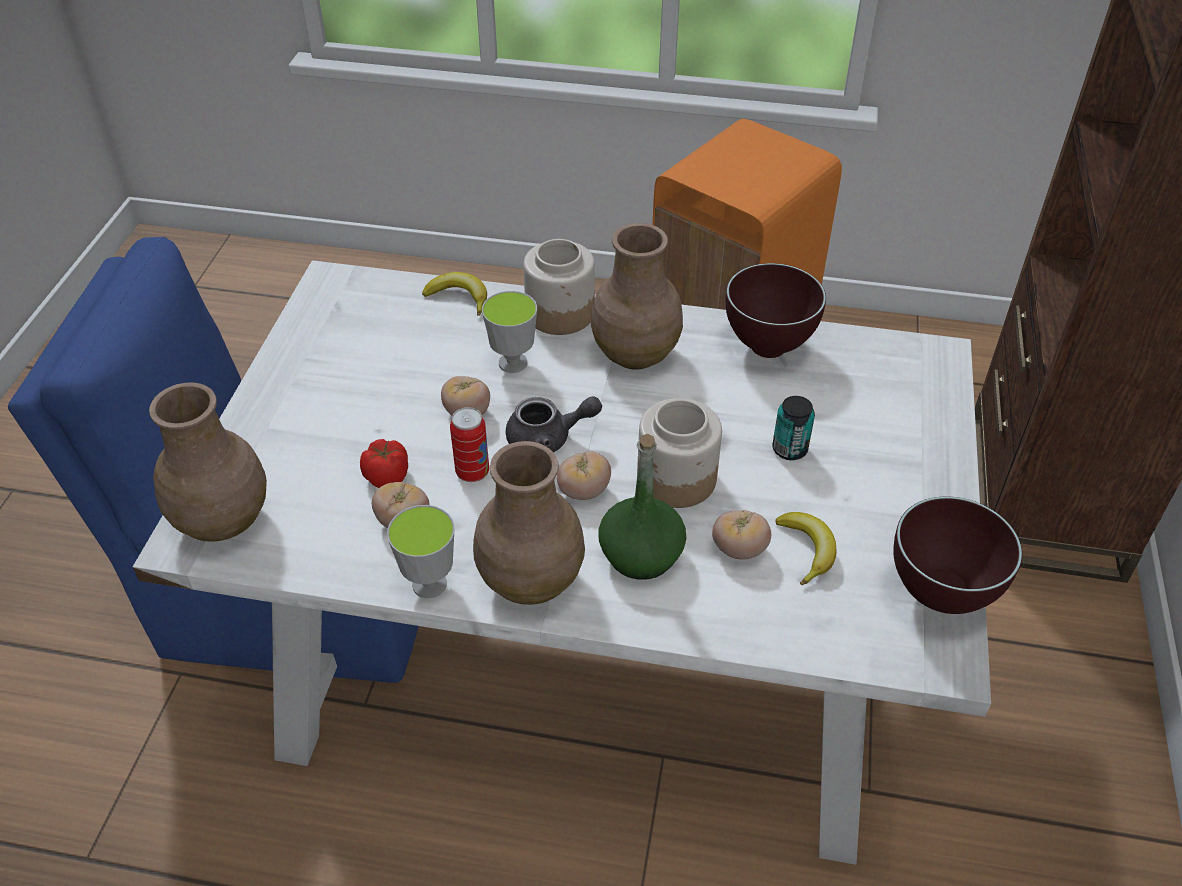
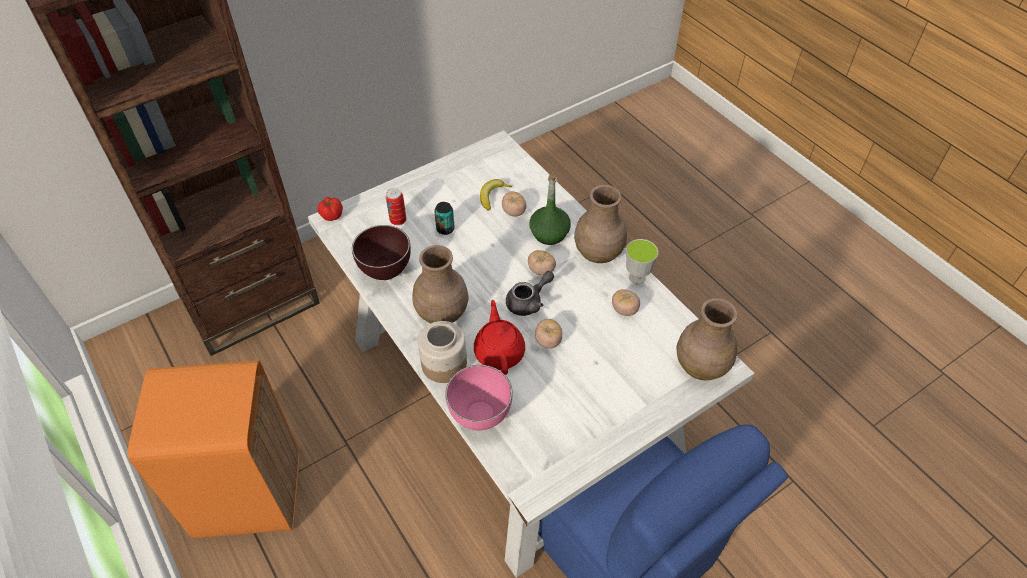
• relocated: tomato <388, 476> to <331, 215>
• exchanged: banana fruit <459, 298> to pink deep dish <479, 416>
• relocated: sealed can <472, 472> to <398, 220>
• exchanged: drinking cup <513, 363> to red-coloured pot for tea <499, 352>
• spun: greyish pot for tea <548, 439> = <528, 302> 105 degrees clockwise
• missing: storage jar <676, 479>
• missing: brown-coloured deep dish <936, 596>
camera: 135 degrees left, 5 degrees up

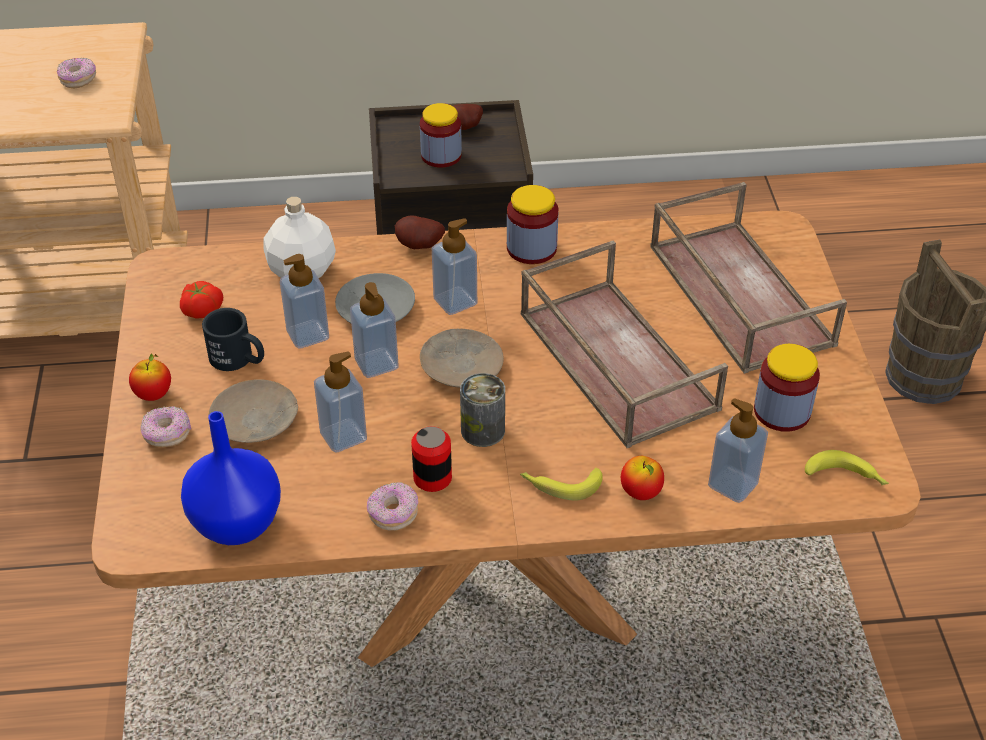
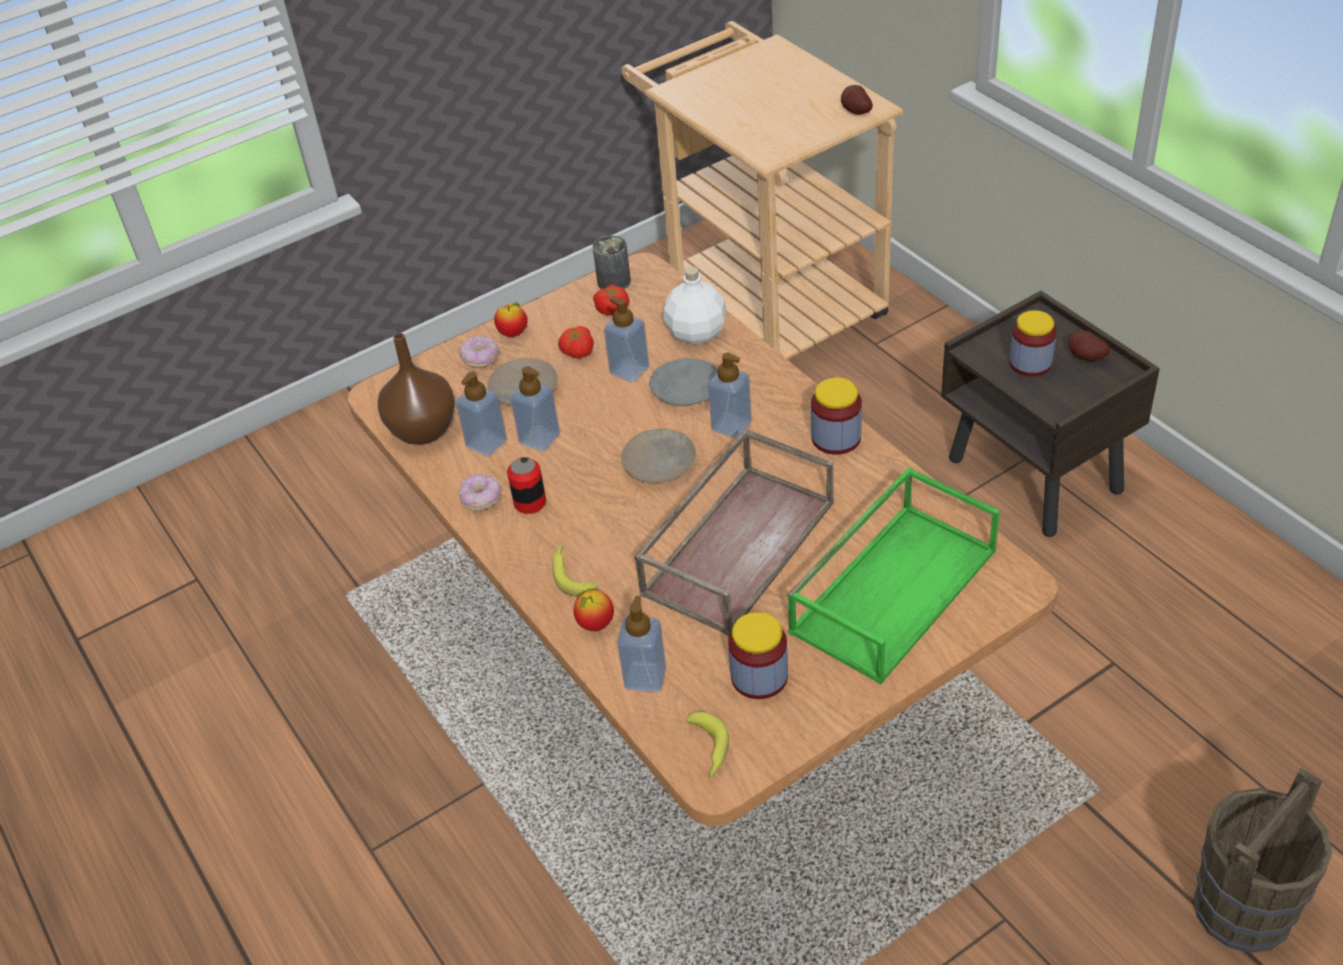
• missing: ring doughnut <78, 80>
• colour: bluish vase <239, 523> to brown-coloured vase <424, 431>
• exchanged: black tea mug <238, 359> to tomato <577, 352>
• relocated: liquid soap bottle <376, 363> to <486, 443>
• relocated: whole potato <419, 247> to <854, 112>
• relocated: sealed can <483, 430> to <614, 282>
• colour: brown-coloured carrying tray <737, 294> to green carrying tray <893, 588>
camera: 65 degrees right, 0 degrees up

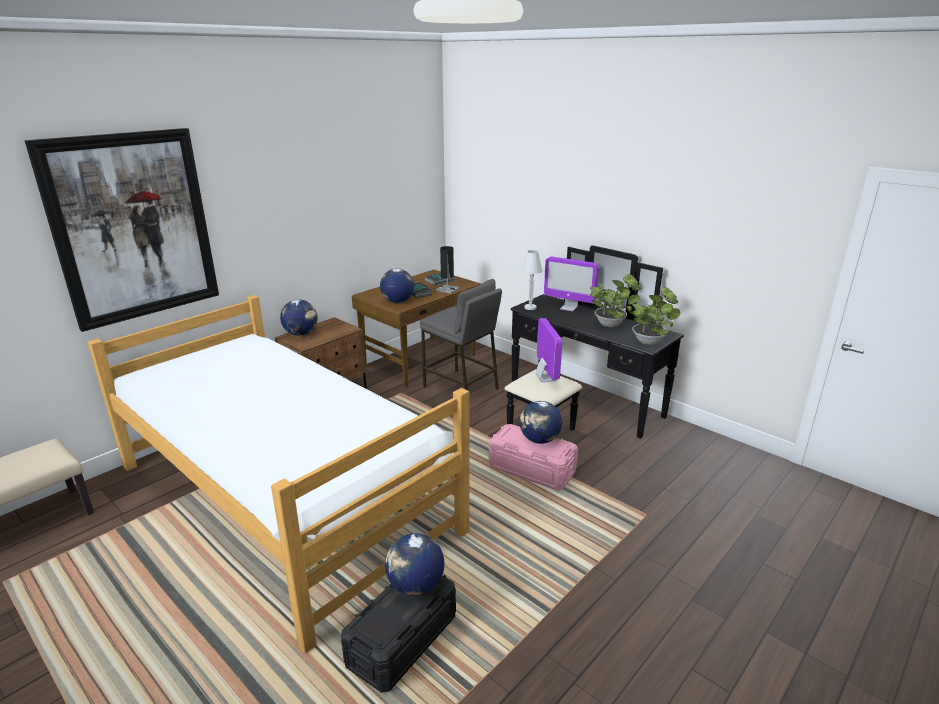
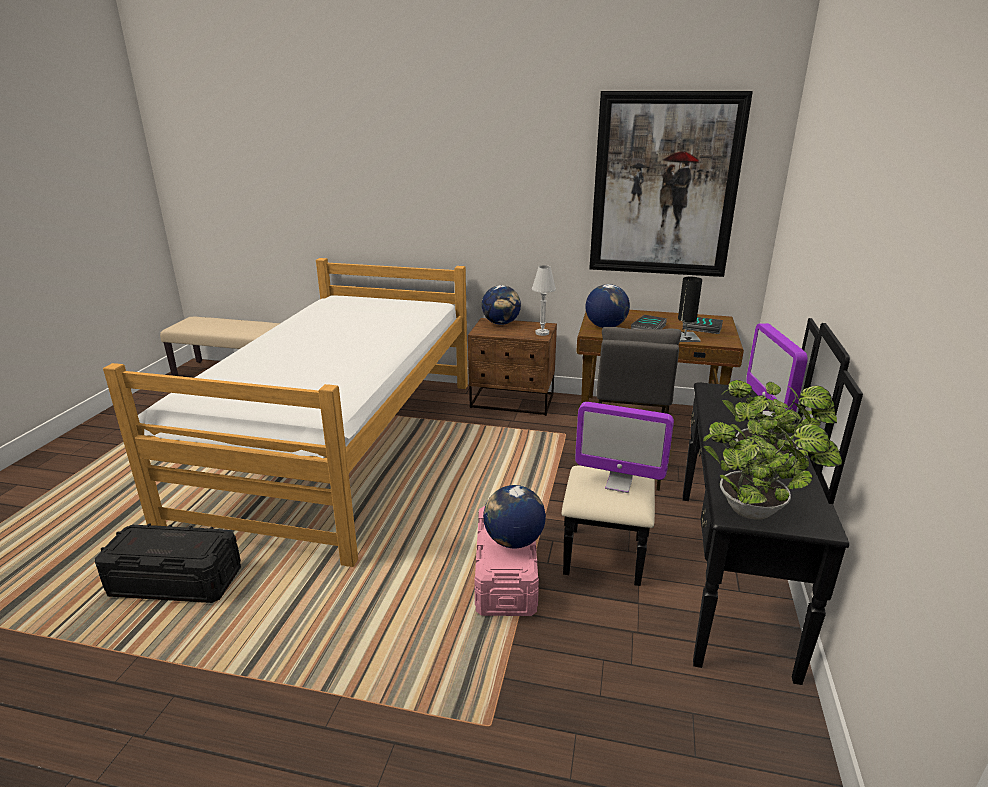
• relocated: picture <133, 227> to <664, 186>
• missing: world globe <415, 586>
• relocated: whitish table lamp <530, 307> to <542, 333>
• spun: monitor <545, 378> = <618, 484> 60 degrees clockwise
camera: 60 degrees right, 0 degrees up

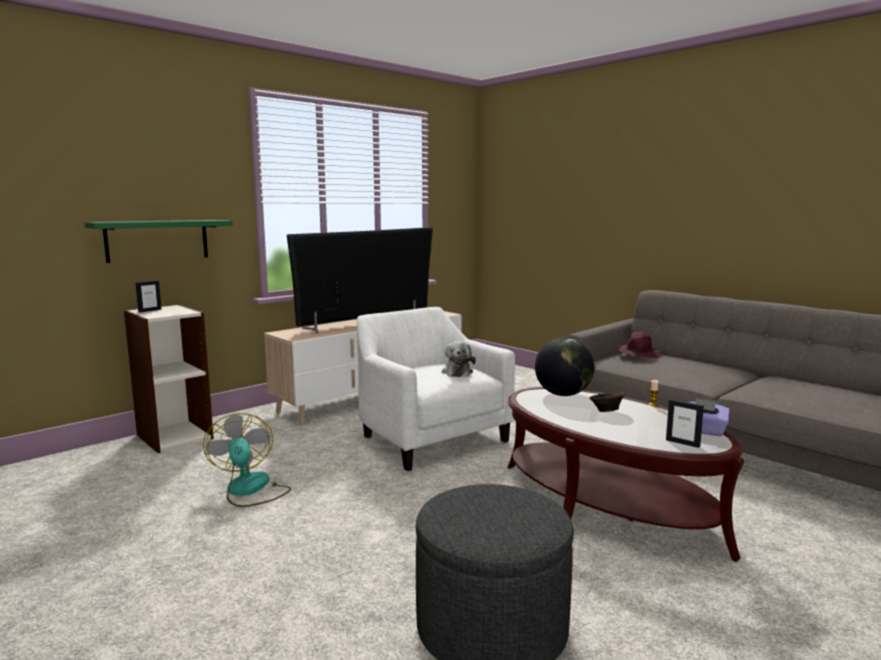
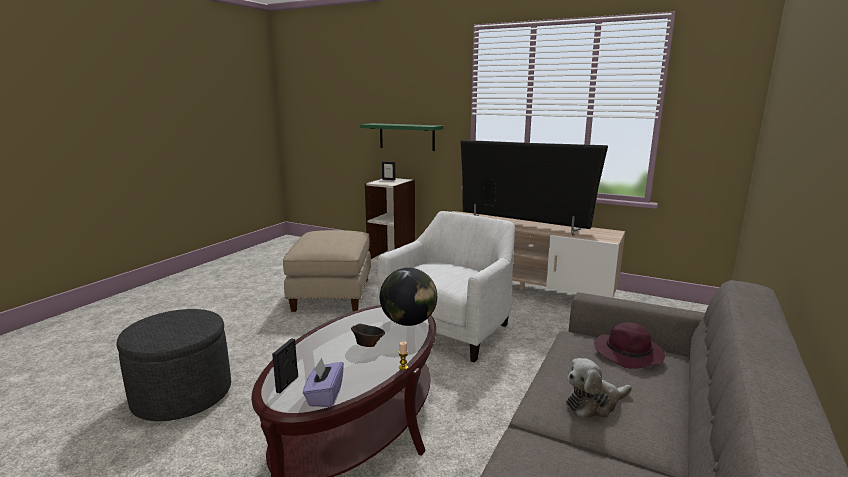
• exchanged: fan <250, 490> to beige ottoman <331, 294>
• relocated: soft toy <457, 372> to <594, 403>
camera: 70 degrees right, 5 degrees up

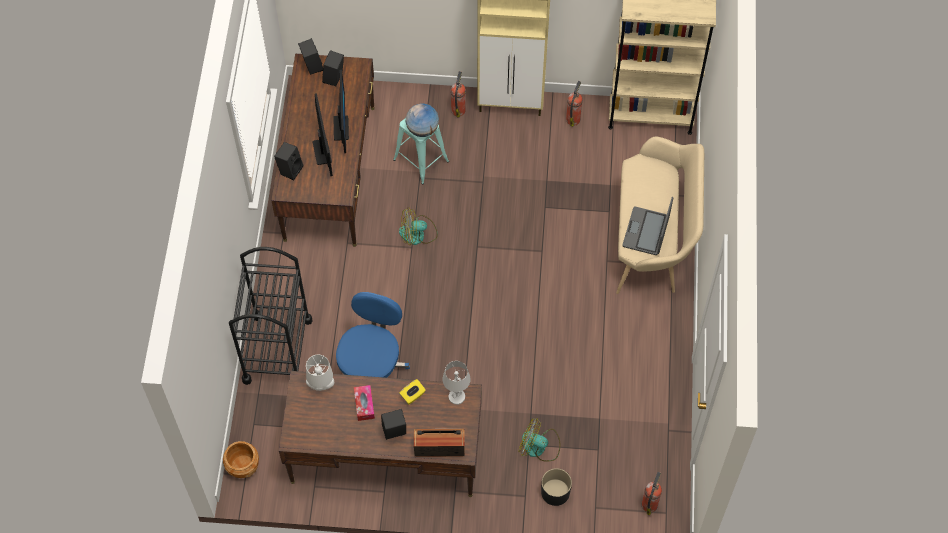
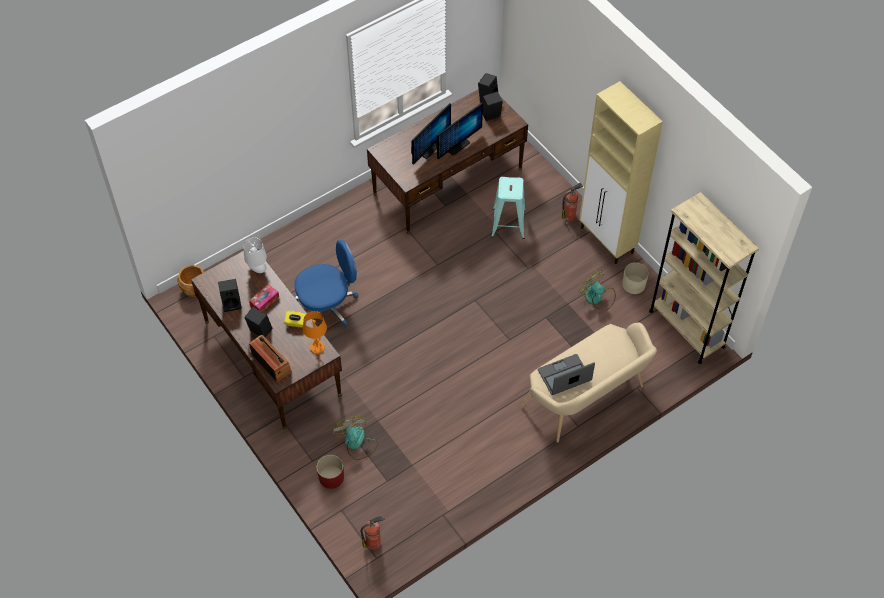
• missing: black cart <277, 350>
• relocated: black audio speaker <290, 169> to <232, 303>
• relocated: fan <418, 234> to <597, 297>
• missing: world globe <422, 129>
• colour: whitish table lamp <456, 396> to orangey table lamp <317, 348>
• colour: black planter <555, 492> to red-coloured planter <331, 477>
• exchanged: fire extinguisher <573, 119> to beige planter <634, 284>
camera: 50 degrees right, 5 degrees down

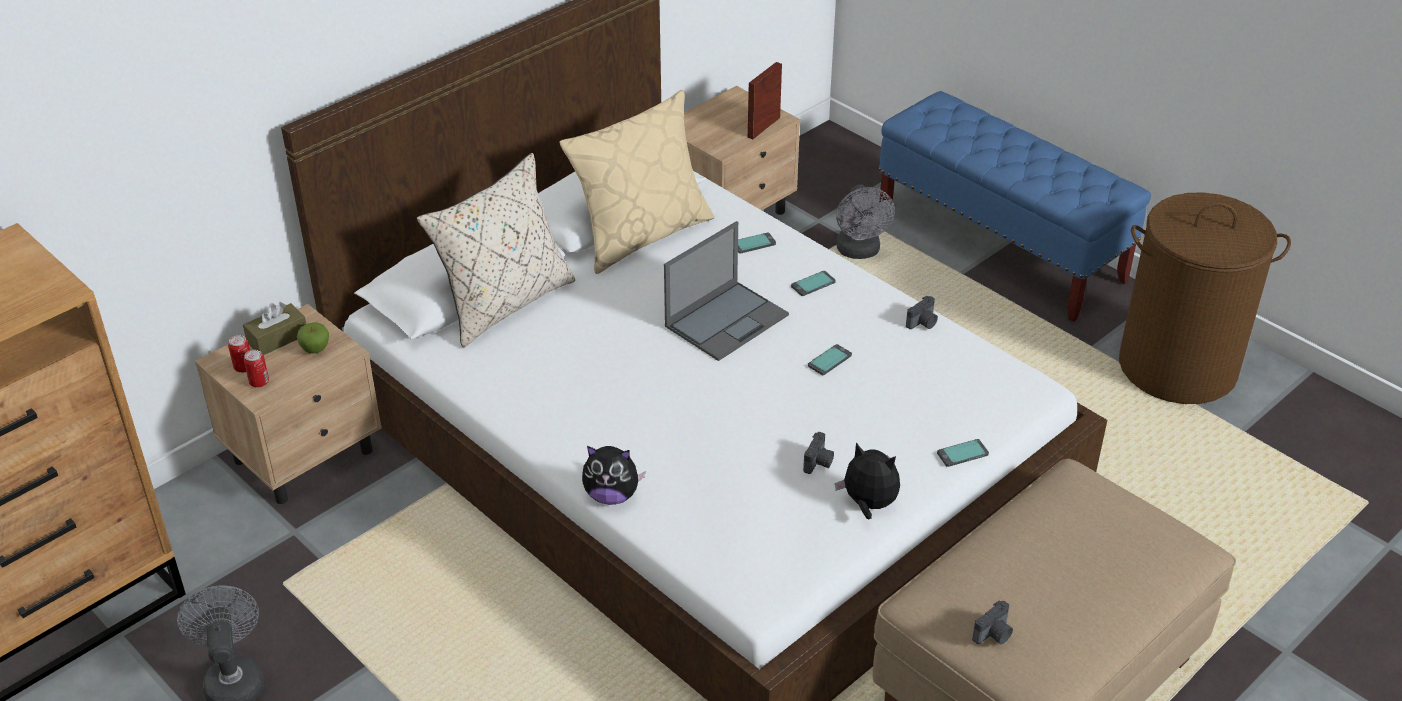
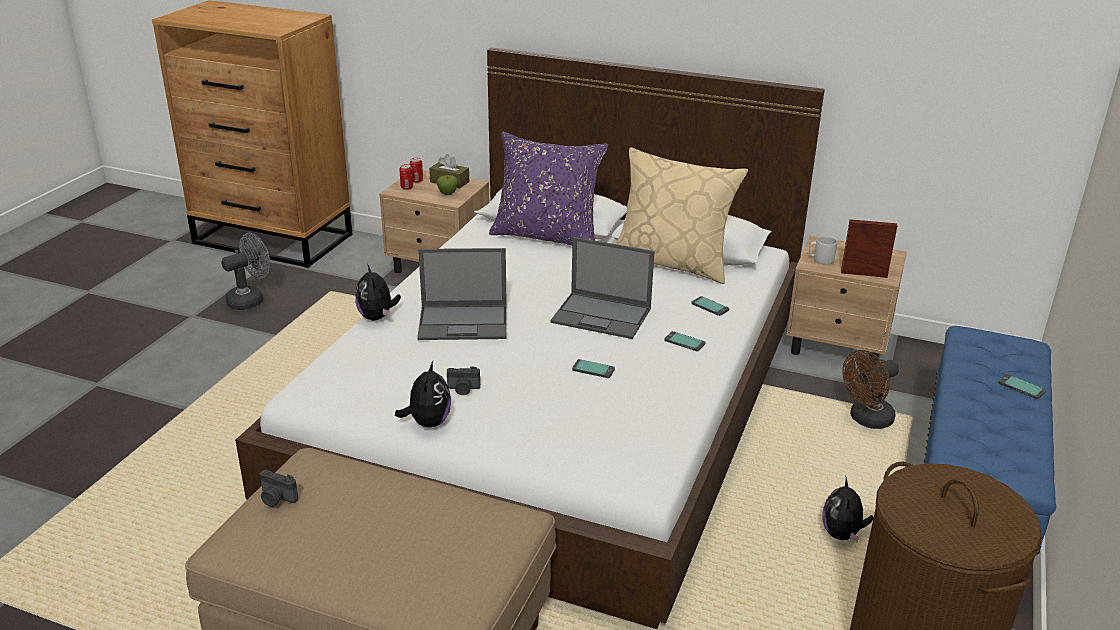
• colour: beige cushion <504, 303> to purple cushion <547, 236>
• colour: greyish fan <859, 252> to brown-coloured fan <866, 420>
• missing: still camera <923, 323>
• relocated: handset <962, 454> to <1021, 387>
• appeared: laptop <464, 322>
• appeared: greyish tea mug <821, 259>
• appeared: soft toy <842, 534>
camera: 65 degrees right, 10 degrees down

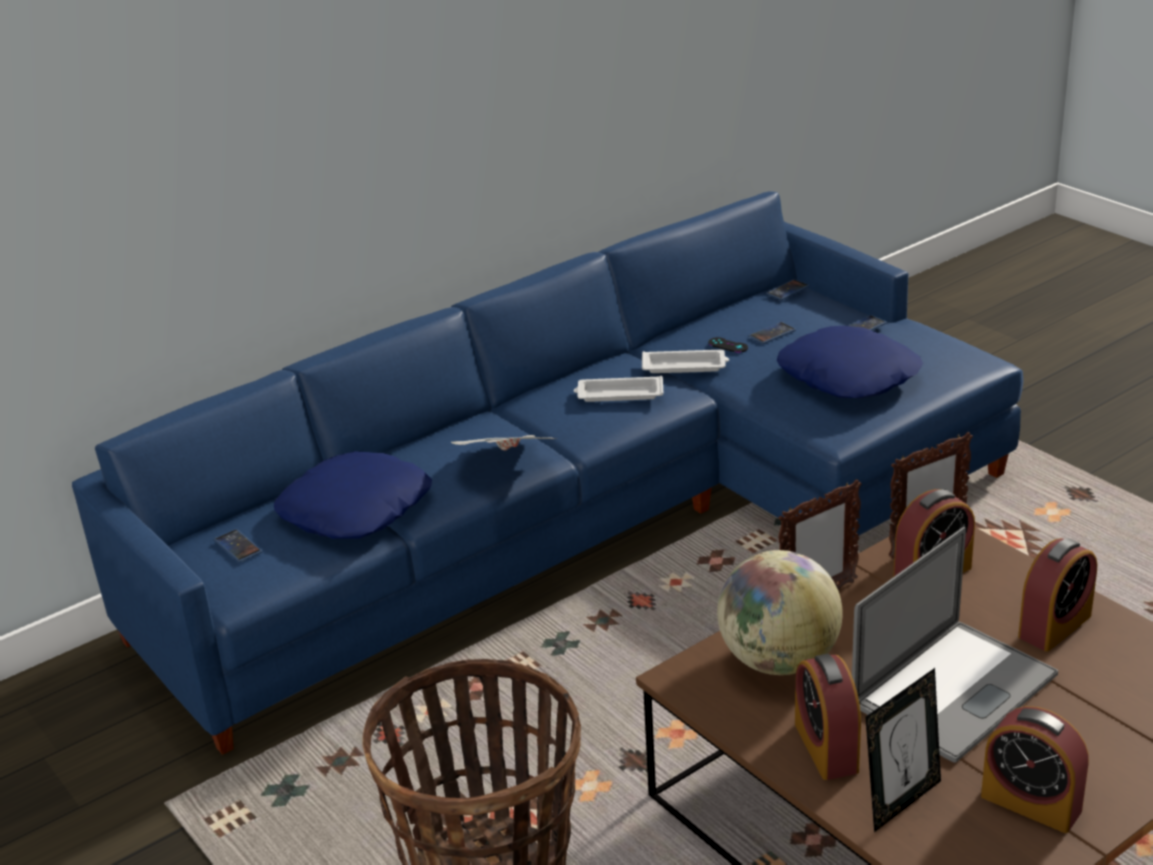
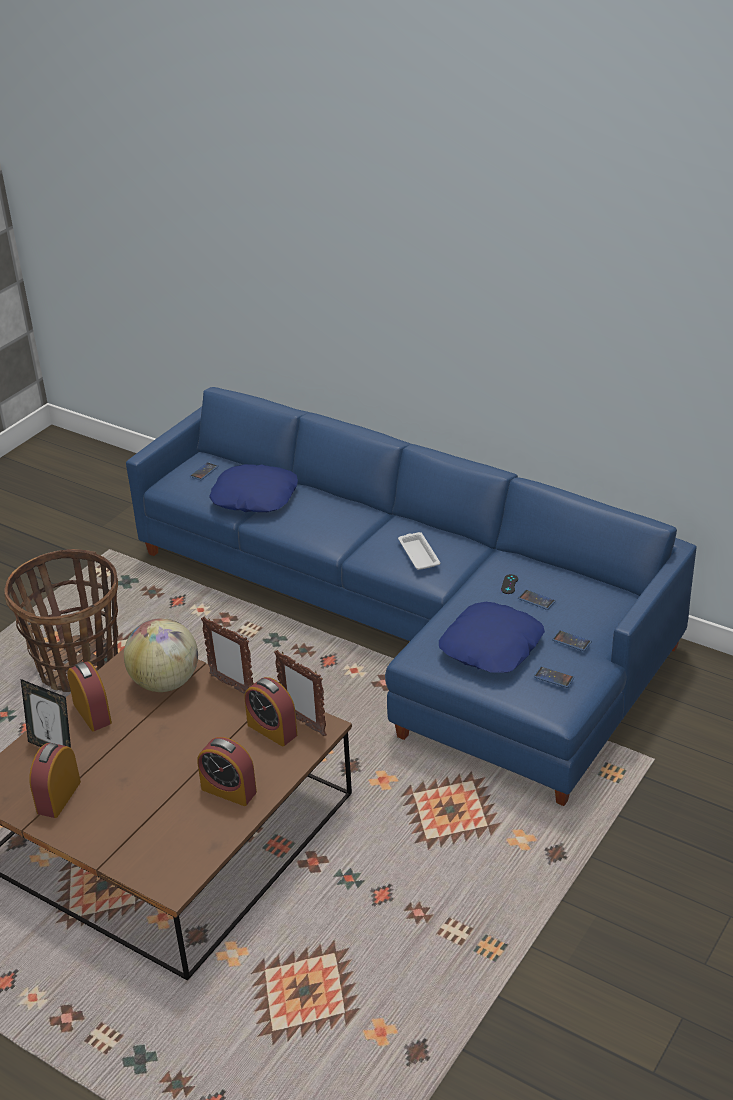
• missing: printed paper <508, 464>
• missing: whitish carrying tray <685, 366>
• relocated: handset <787, 290> to <554, 677>
• spun: table clock <826, 747> = <92, 713> 90 degrees clockwise
• missing: laptop <954, 690>
camera: 70 degrees right, 5 degrees up

